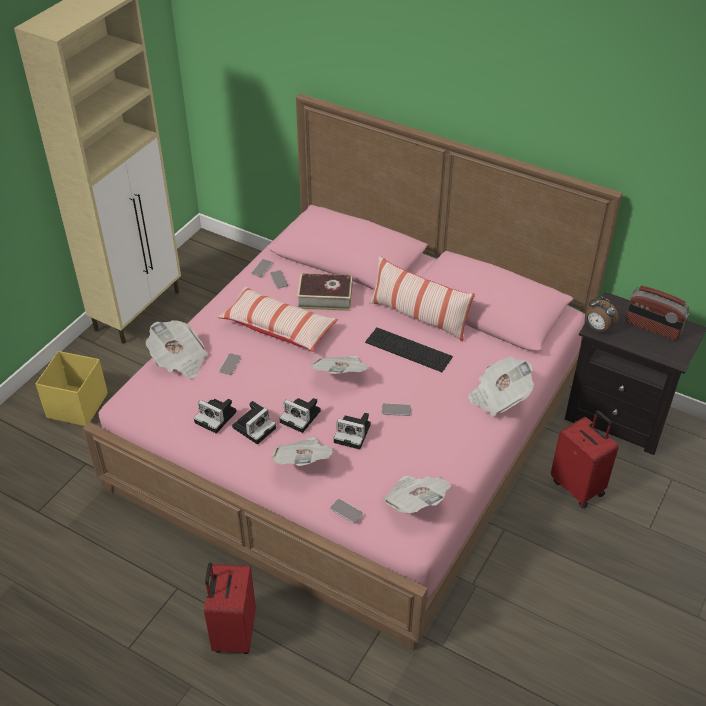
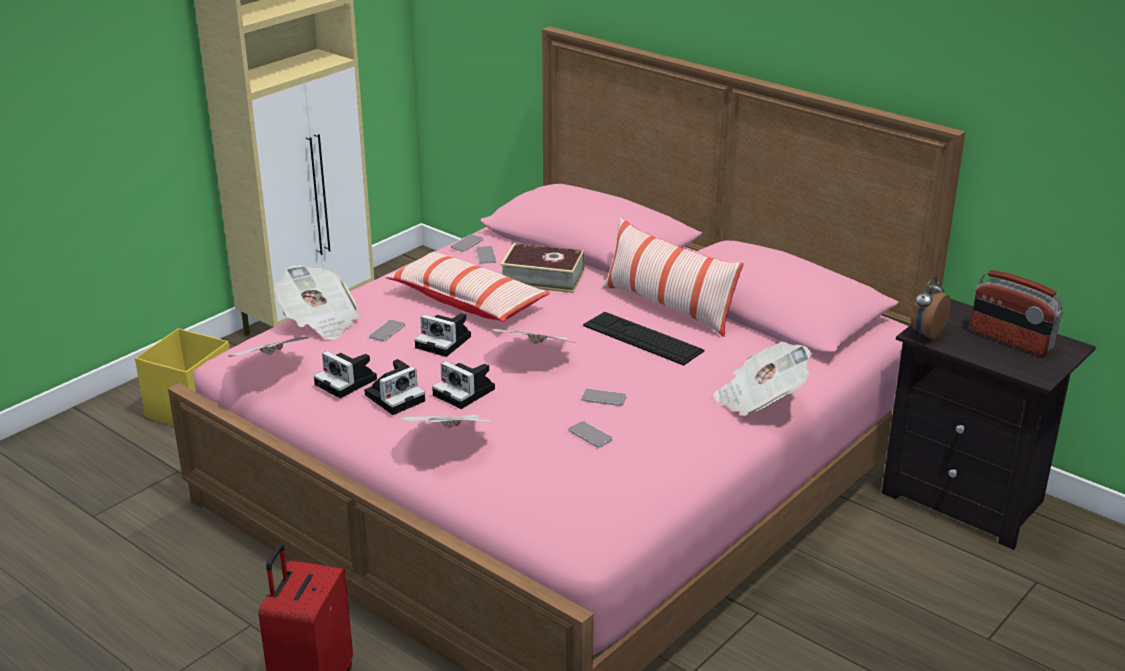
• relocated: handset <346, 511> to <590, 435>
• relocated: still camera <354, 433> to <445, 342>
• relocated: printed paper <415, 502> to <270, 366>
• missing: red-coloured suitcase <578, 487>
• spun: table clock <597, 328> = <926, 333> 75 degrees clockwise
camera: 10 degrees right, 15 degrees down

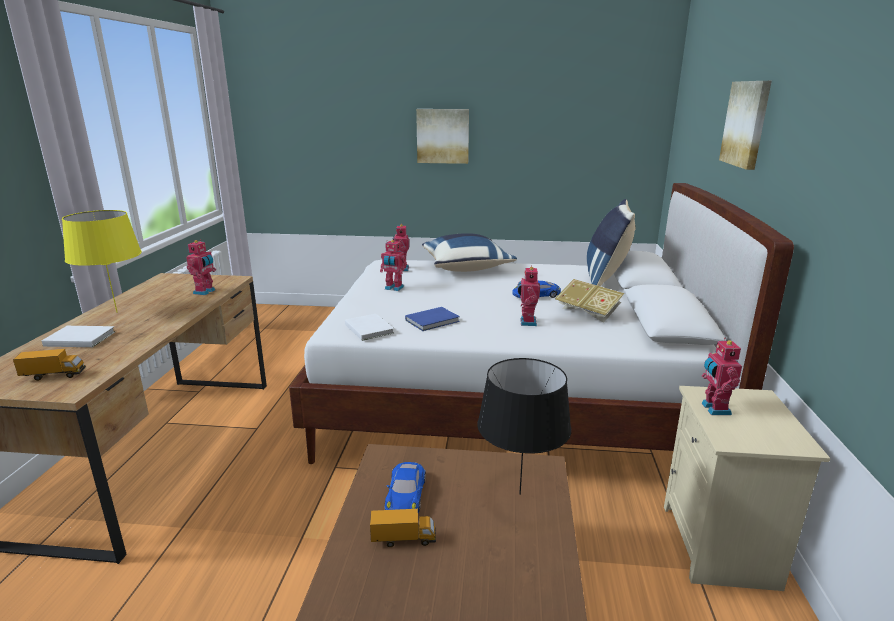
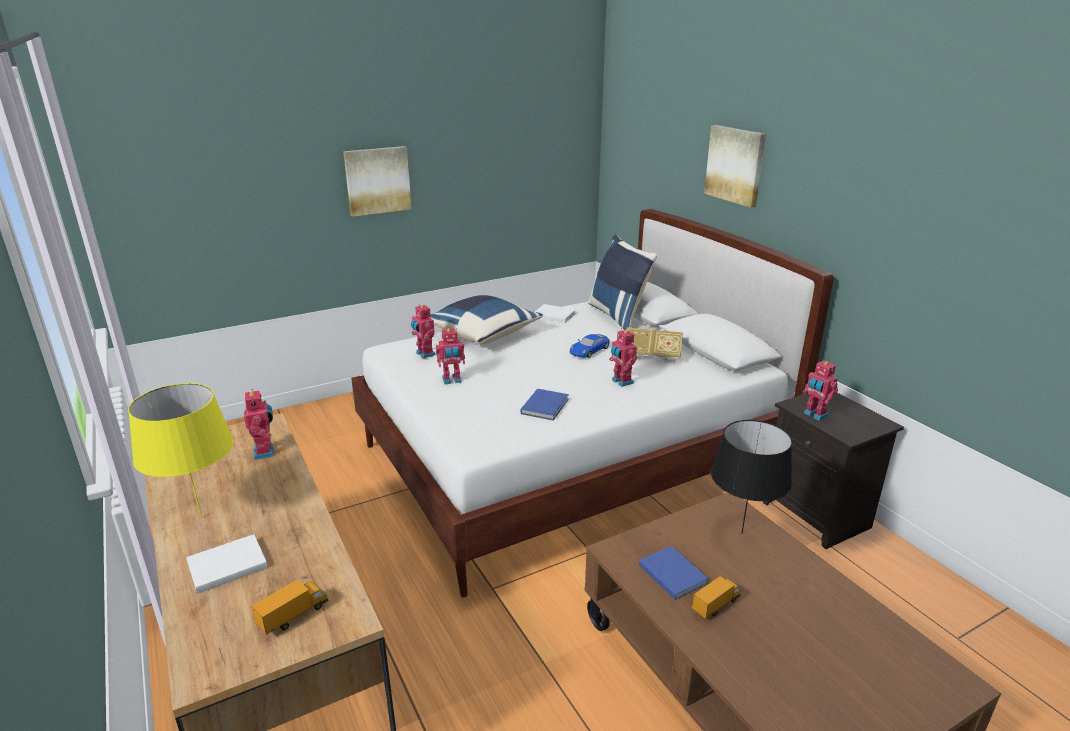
• relocated: whitish bound book <369, 328> to <553, 314>
• exchanged: bluish miniature car <406, 495> to bluish bound book <672, 573>
• colour: beige bedside table <721, 547> to black bedside table <818, 515>
camera: 35 degrees left, 5 degrees up

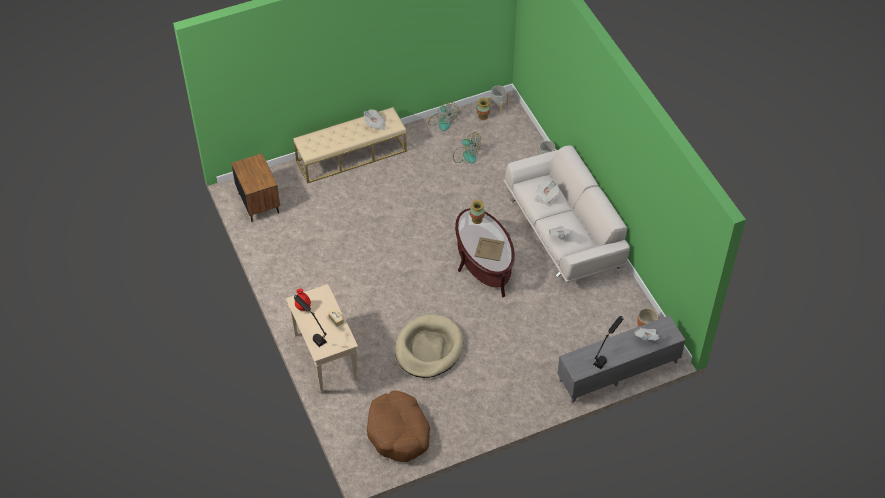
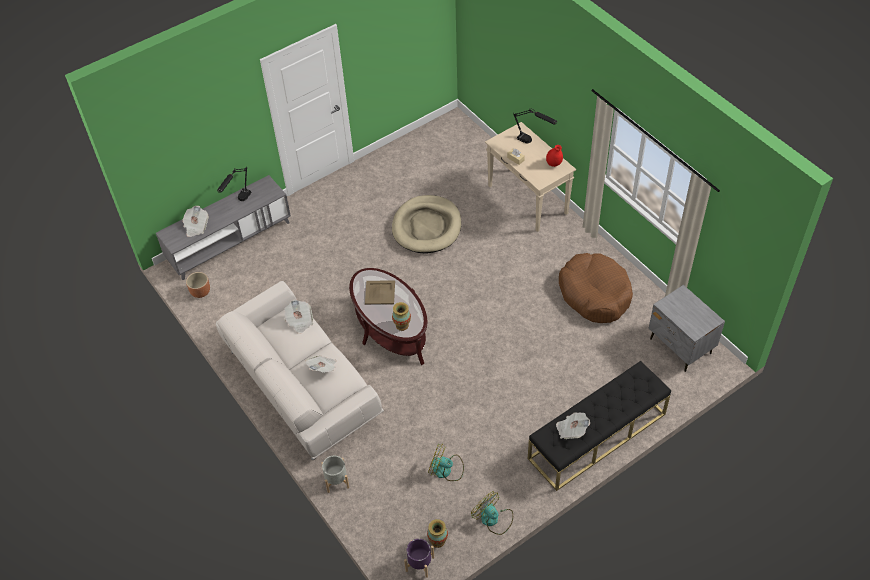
• colour: brown-coloured bedside table <259, 203> to greyish bedside table <680, 347>
• colour: beige indoor bench <351, 156> to black indoor bench <597, 436>
• relocated: brown-coloured dog bed <398, 432> to <595, 294>
• colour: greyish planter <498, 106> to purple planter <420, 564>
camera: 170 degrees right, 0 degrees up

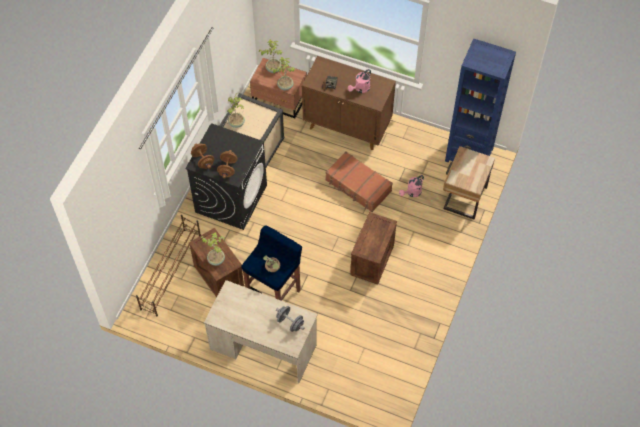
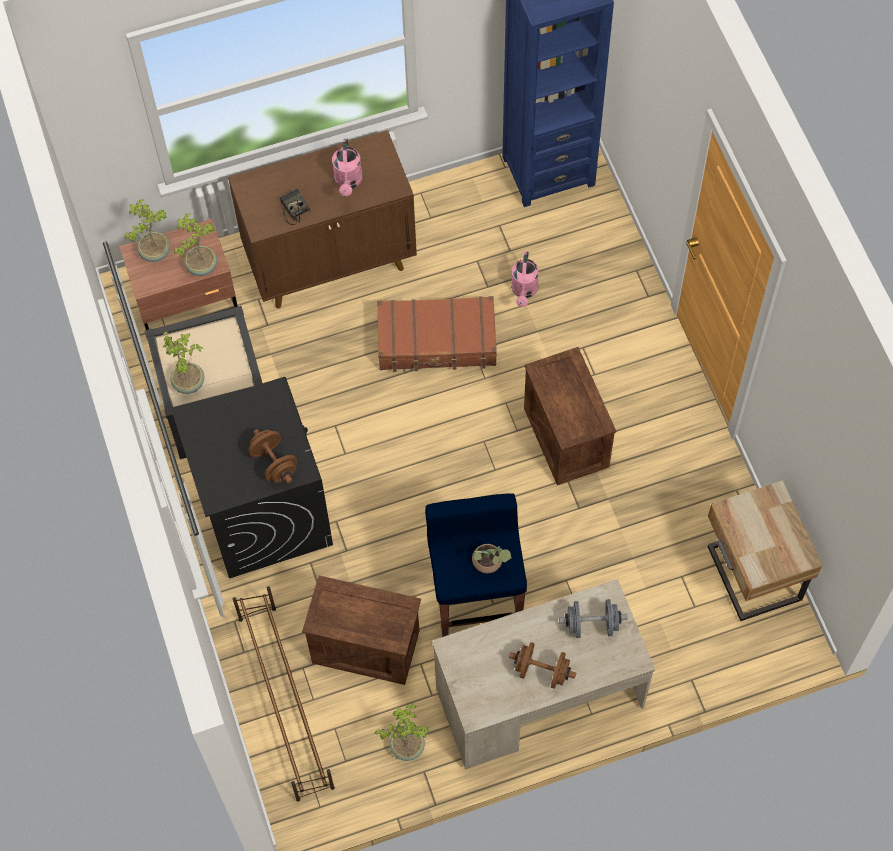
• relocated: brown-coloured hand weight <203, 161> to <542, 671>
• relocated: plant in a pot <216, 259> to <406, 746>
• relocated: beige bedside table <463, 198> to <751, 575>
camera: 40 degrees left, 5 degrees up

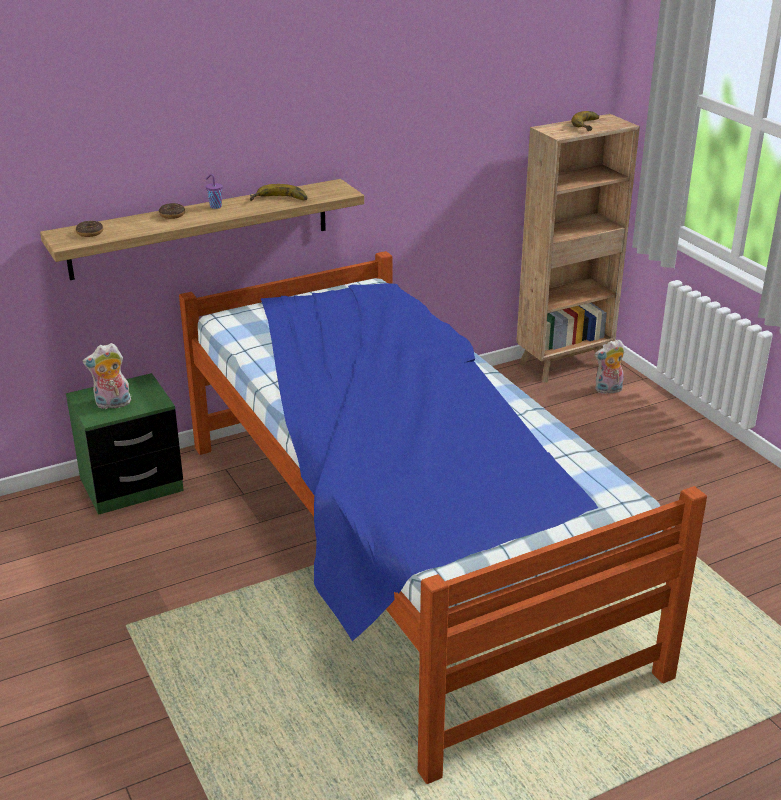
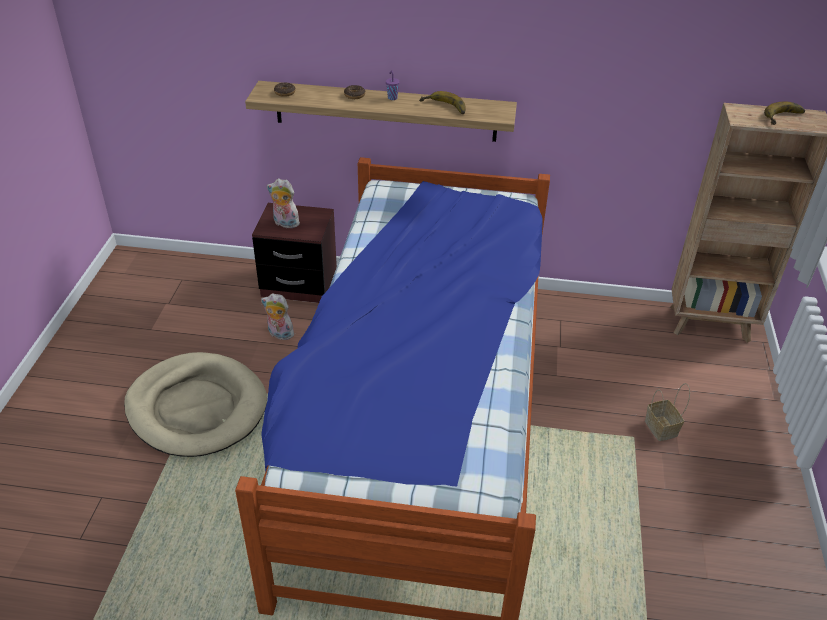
• colour: green bedside table <131, 485> to brown-coloured bedside table <299, 284>
• relocated: soft toy <608, 390> to <279, 334>
• appeared: beige dog bed <197, 408>
• appeared: household basket <662, 429>
camera: 35 degrees right, 10 degrees up

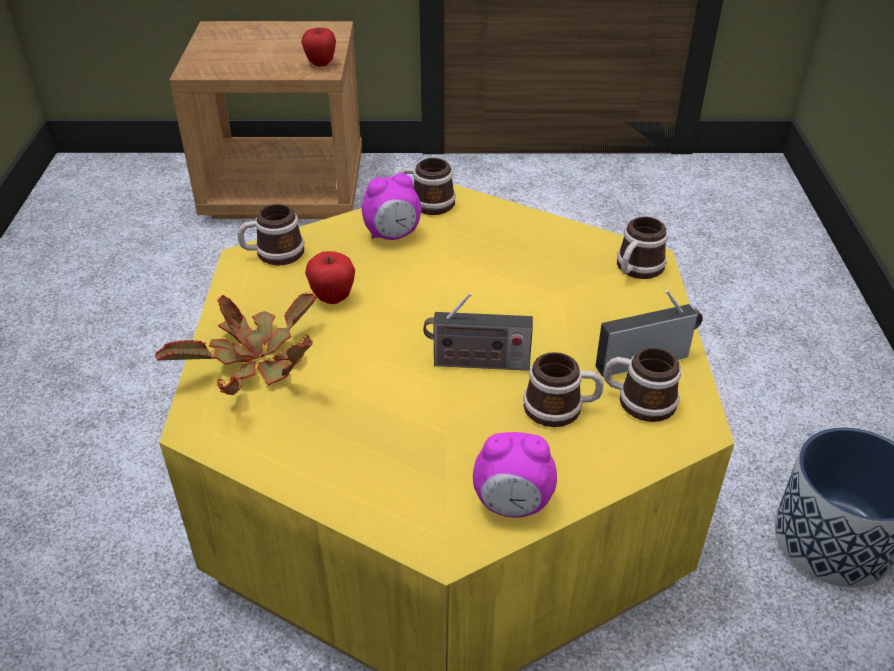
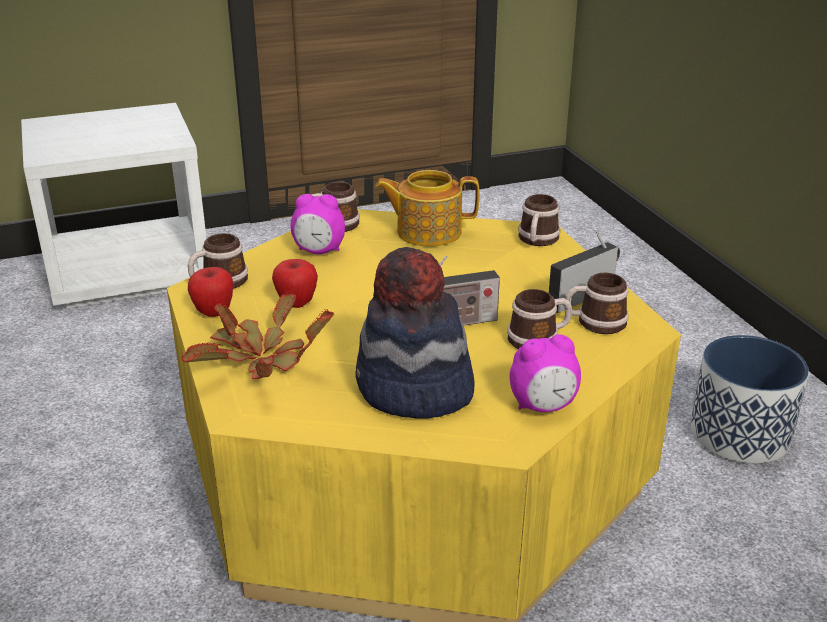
• colour: brown-coloured bedside table <286, 188> to whitish bedside table <130, 271>
• relocated: apple fruit <320, 63> to <213, 312>
• spun: table clock <393, 235> = <319, 251> 45 degrees clockwise
• appeared: hat <413, 390>
• appeared: pot for tea <427, 232>
camera: 20 degrees left, 10 degrees down

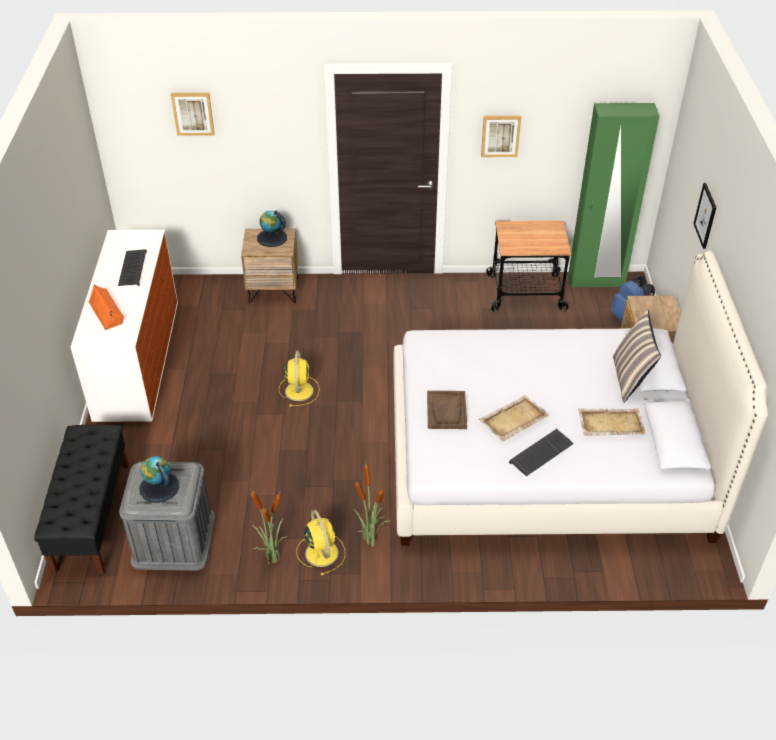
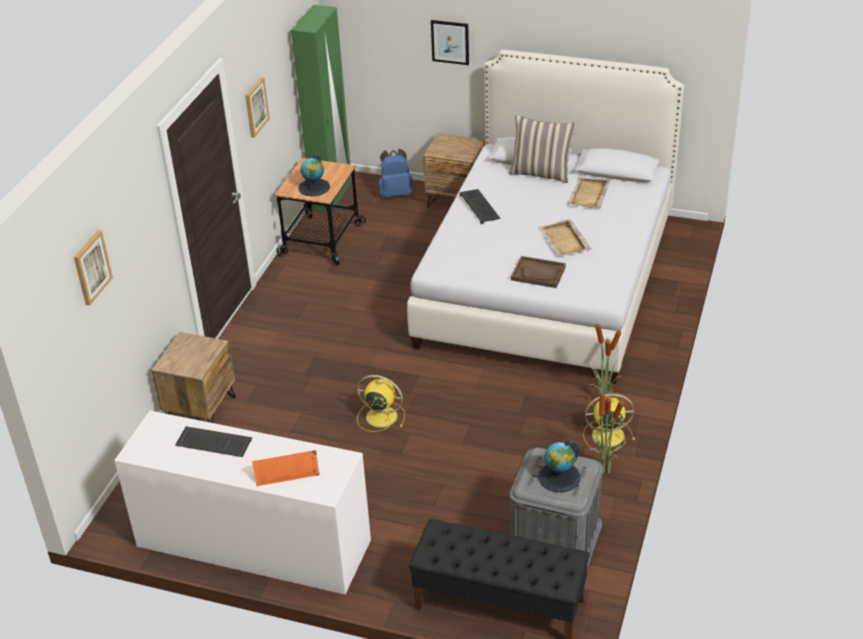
• relocated: world globe <272, 238> to <314, 187>
• relocated: computer keyboard <541, 454> to <480, 207>
camera: 70 degrees left, 5 degrees down

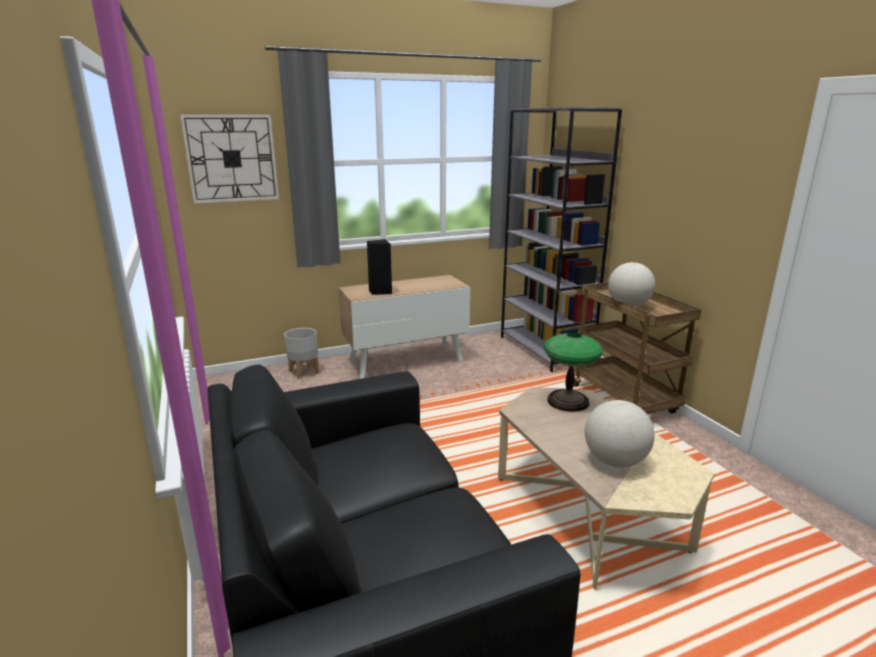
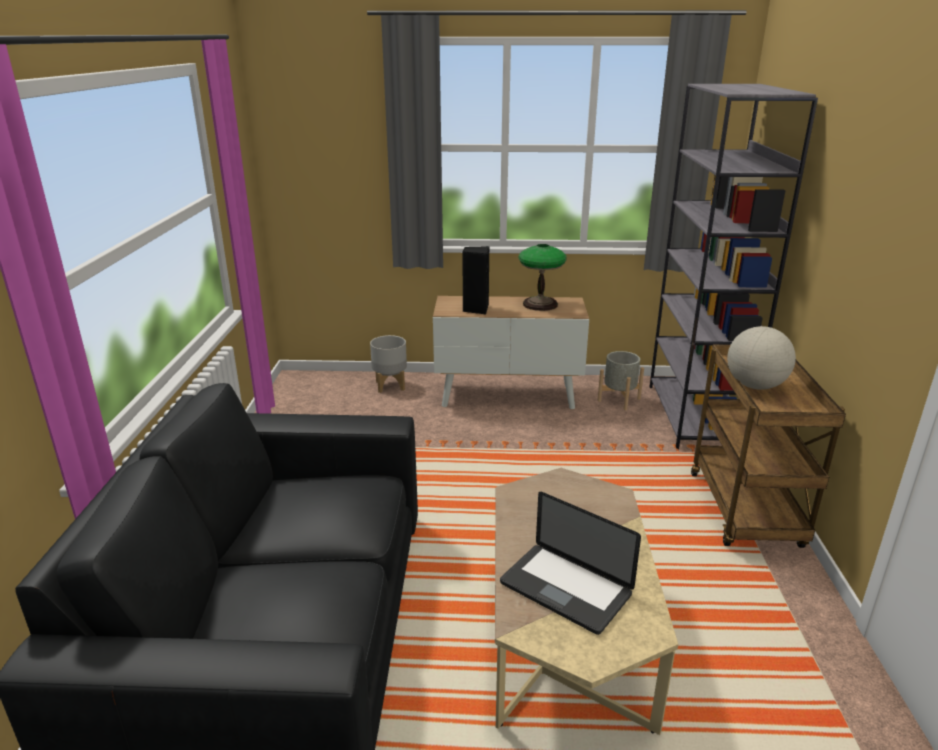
• missing: clock on the wall <232, 158>
• relocated: table lamp <568, 401> to <540, 304>
• exchanged: world globe <615, 461> to laptop <565, 589>
• appeared: greyish planter <618, 399>
camera: 25 degrees right, 5 degrees up

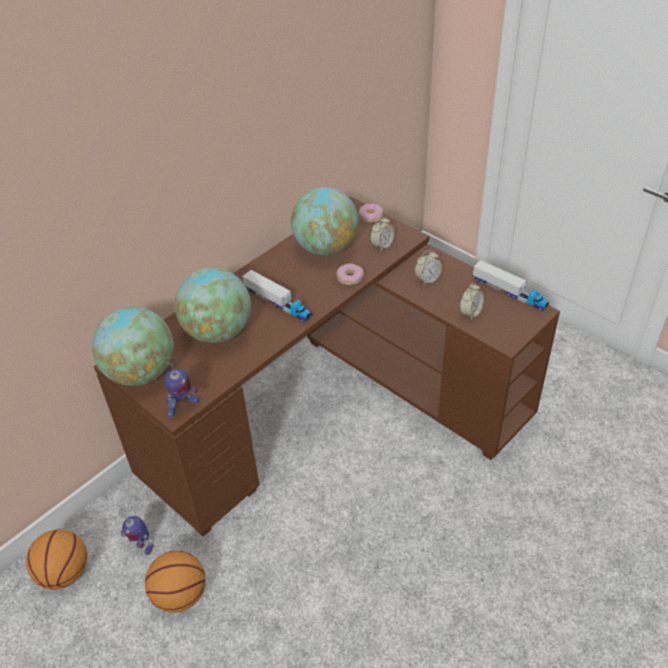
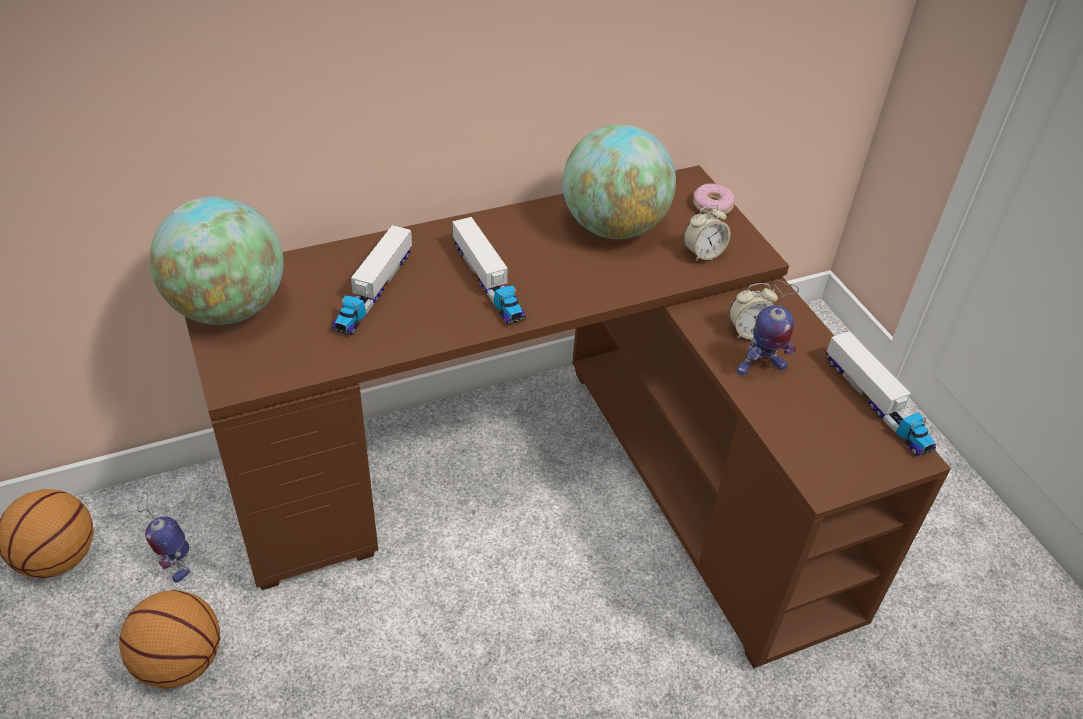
• relocated: toy robot <182, 407> to <760, 368>
• exchanged: world globe <218, 332> to model truck <373, 291>
• missing: ring doughnut <350, 277>
• missing: table clock <470, 313>
camera: 20 degrees right, 0 degrees up

